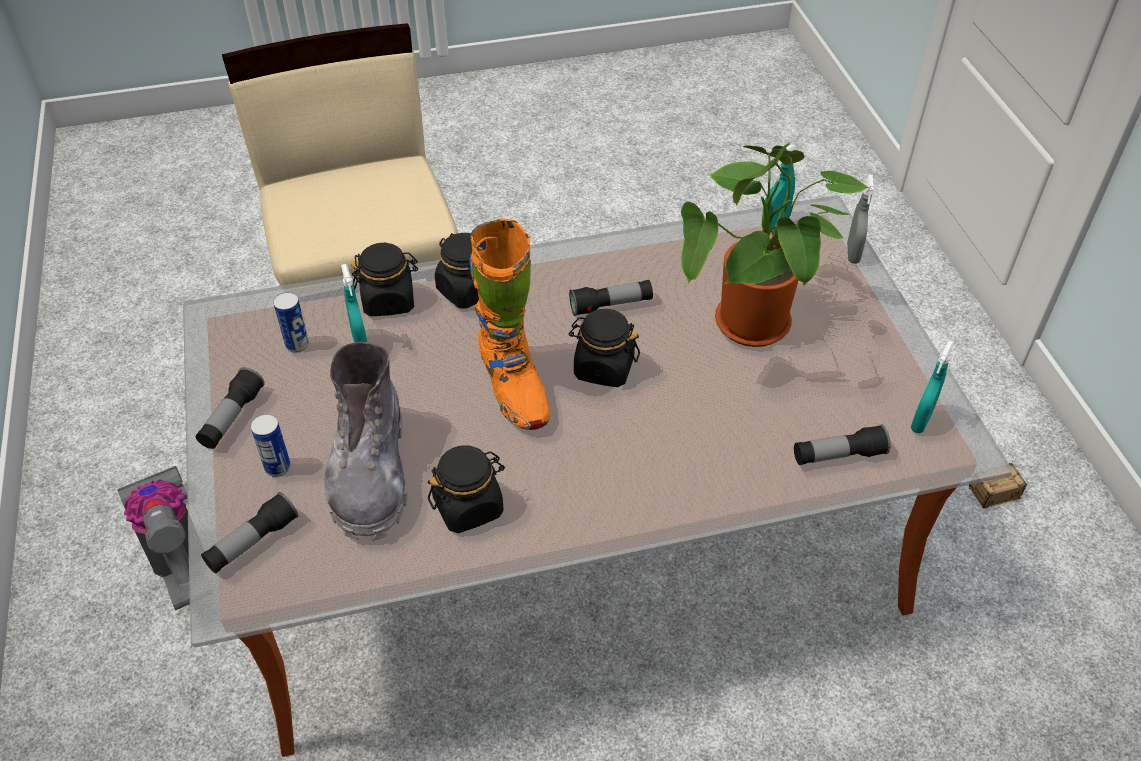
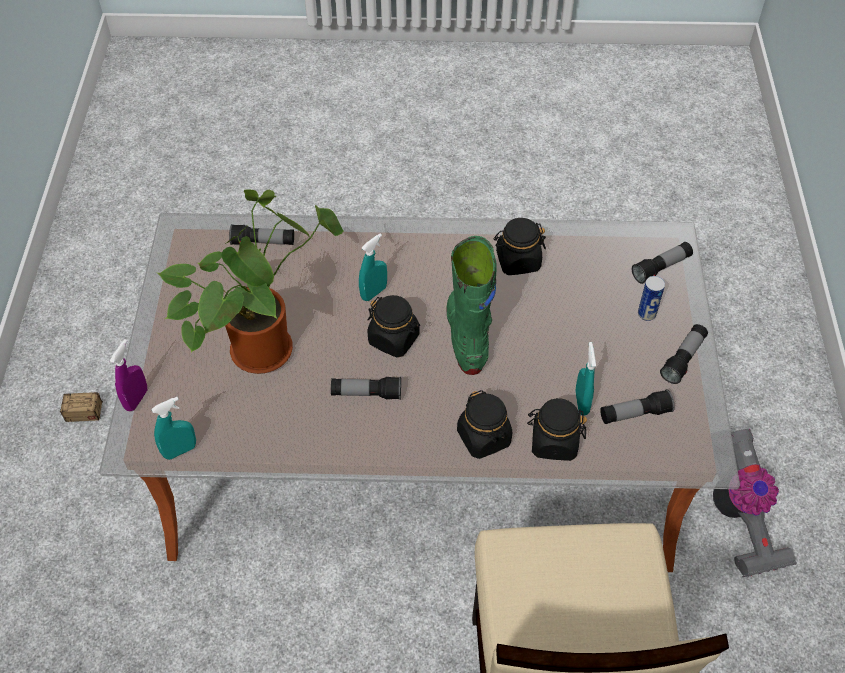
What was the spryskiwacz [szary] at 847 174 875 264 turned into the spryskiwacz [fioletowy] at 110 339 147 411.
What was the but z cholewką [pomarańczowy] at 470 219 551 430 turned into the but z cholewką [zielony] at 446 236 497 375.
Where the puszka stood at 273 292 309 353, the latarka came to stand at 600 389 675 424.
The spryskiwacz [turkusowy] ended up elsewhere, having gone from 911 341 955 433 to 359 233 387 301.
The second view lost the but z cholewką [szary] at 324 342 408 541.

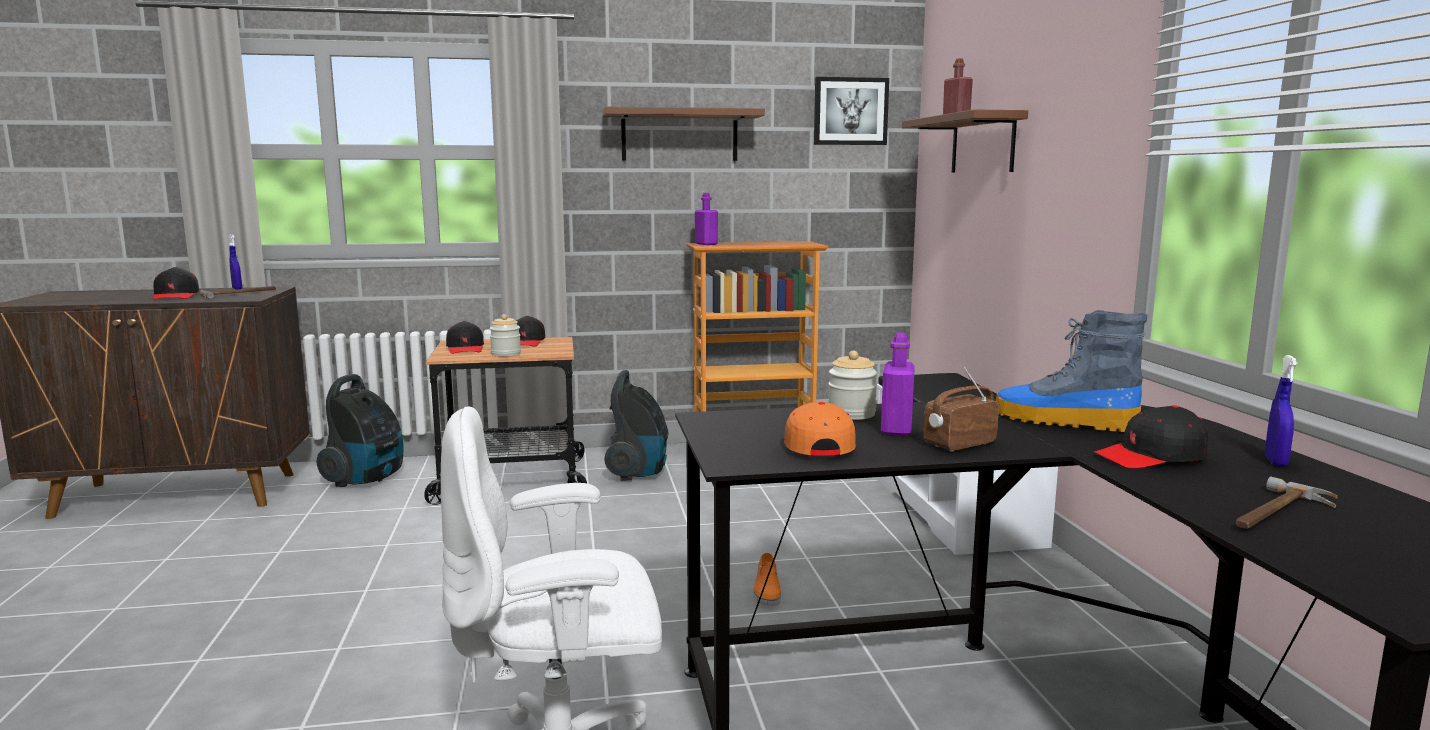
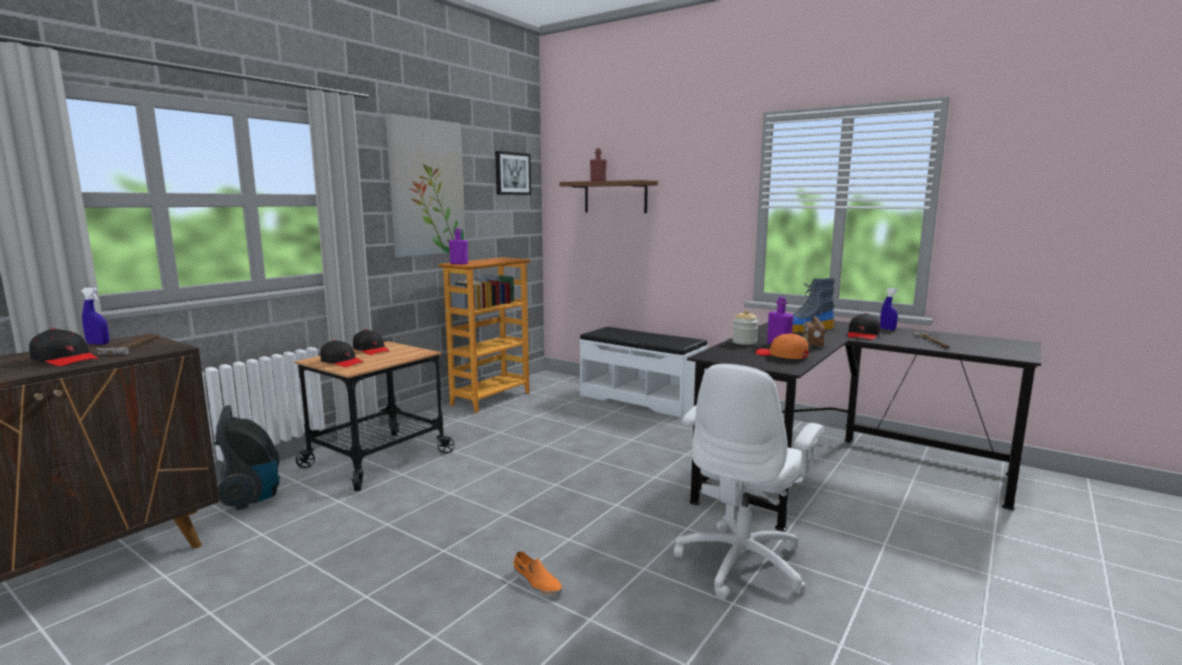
Where the półka [brązowy] hung at 602 106 765 161, the obraz came to hang at 385 114 466 257.
The second view lost the słoik at 489 314 521 357.
The second view lost the odkurzacz at 604 370 669 481.
The but [pomarańczowy] ended up elsewhere, having gone from 753 553 781 606 to 514 551 562 598.

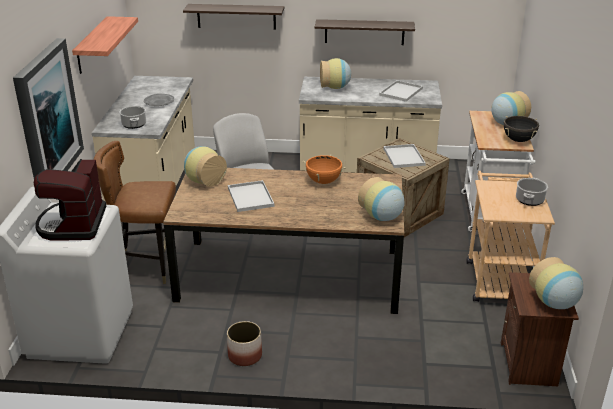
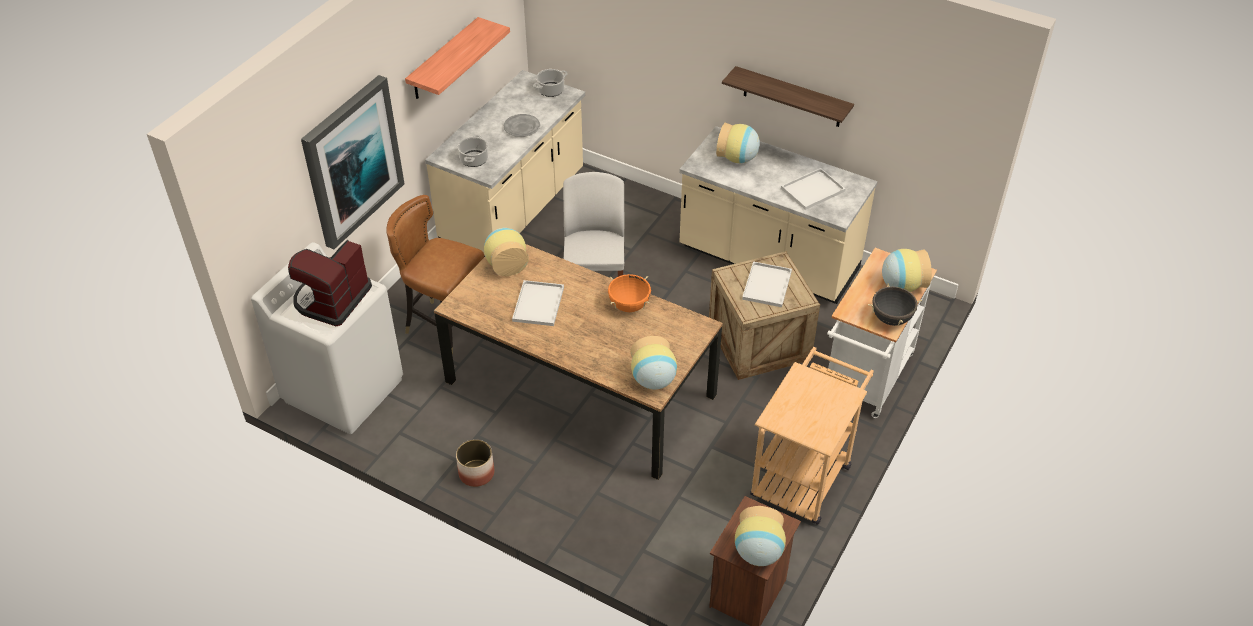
The second view lost the półka at 183 4 284 30.
The garnek ended up elsewhere, having gone from 516 178 548 206 to 533 69 568 97.

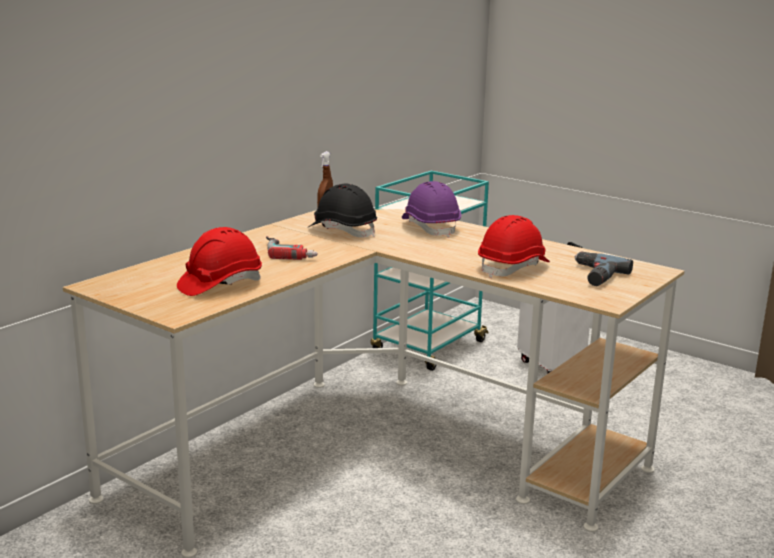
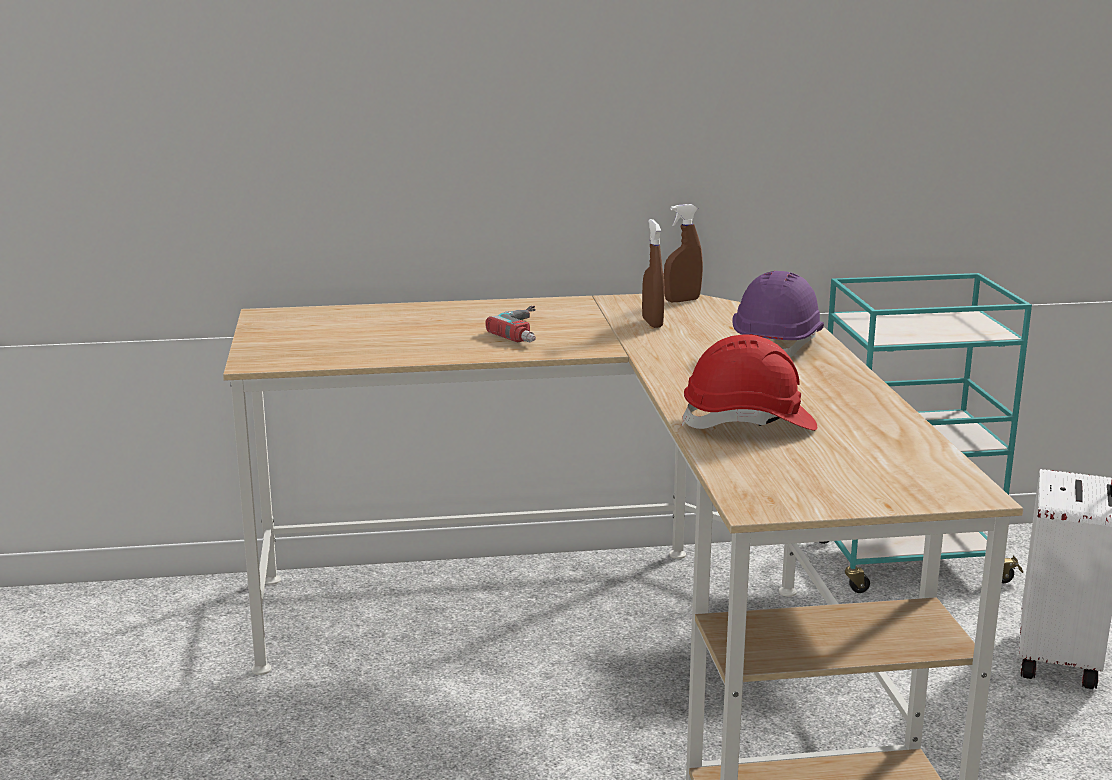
Where the kask [czarny] stood at 309 183 377 238, the spryskiwacz [brązowy] came to stand at 642 219 664 328.
The second view lost the kask [czerwony] at 177 227 262 296.
The second view lost the wiertarka at 575 252 633 286.

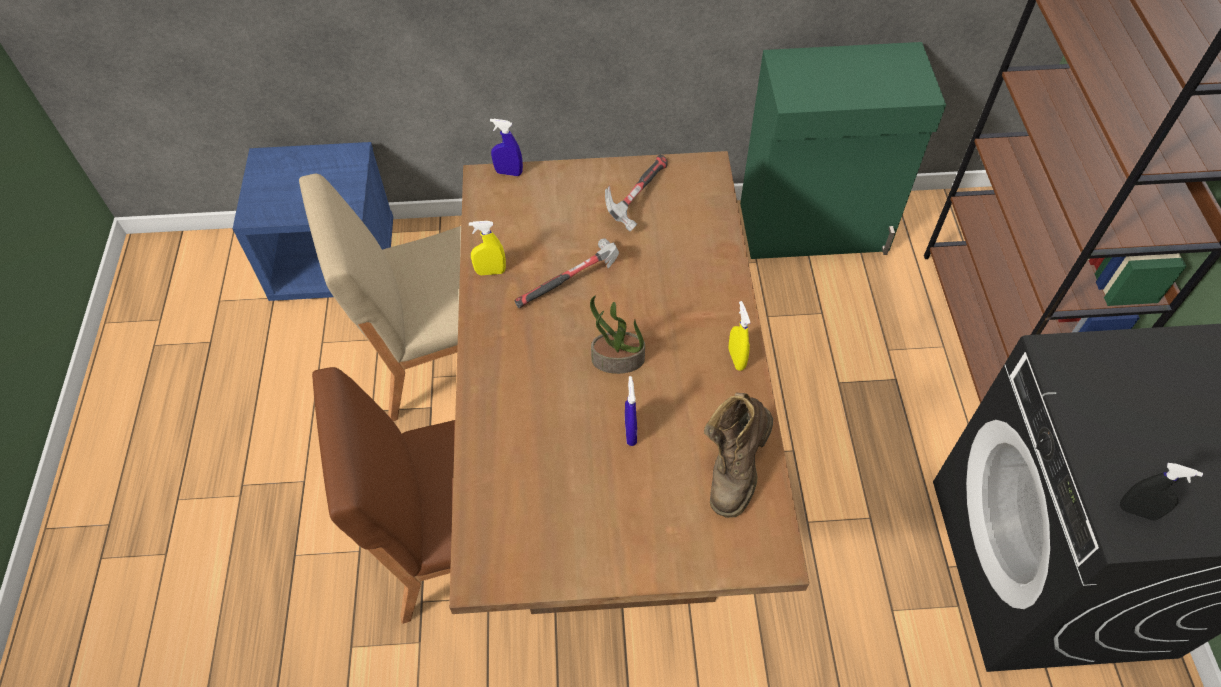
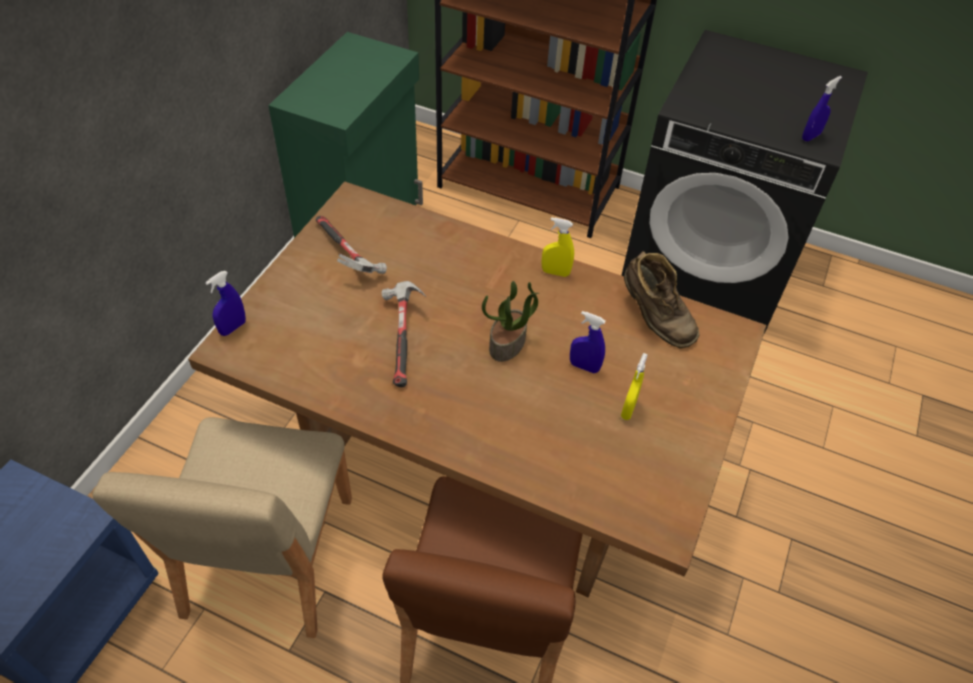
The spryskiwacz [żółty] ended up elsewhere, having gone from 469 221 506 275 to 621 353 648 420.
What was the spryskiwacz [czarny] at 1120 463 1203 521 turned into the spryskiwacz [niebieski] at 802 76 842 141.

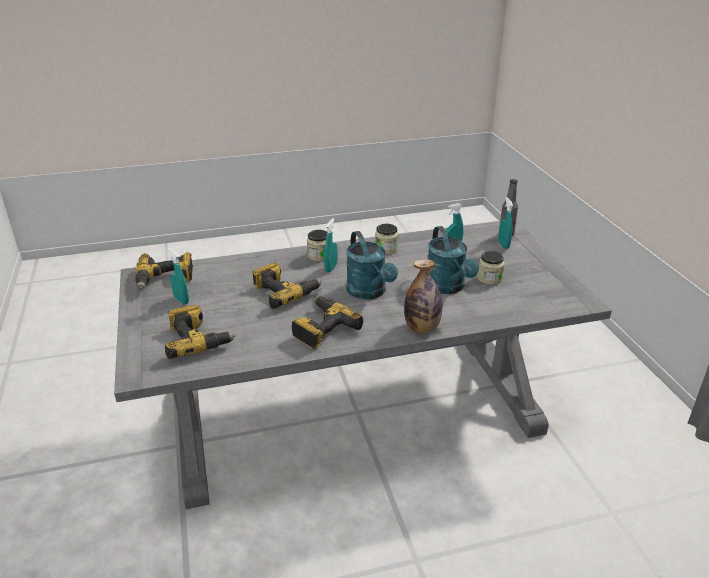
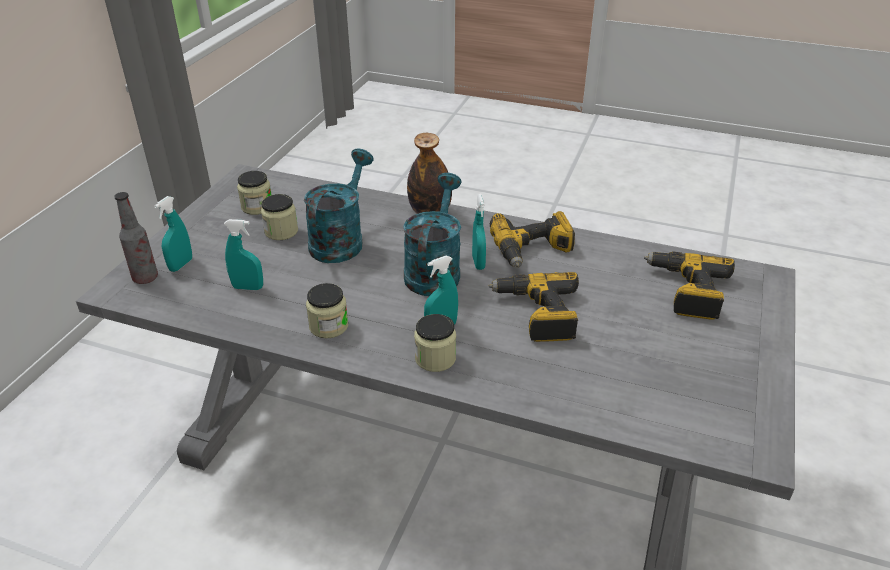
The spryskiwacz [turkusowy] ended up elsewhere, having gone from 168 248 189 305 to 472 194 486 270.
The second view lost the wiertarka at 135 252 193 290.
The second view gained the słoik at 237 171 271 215.

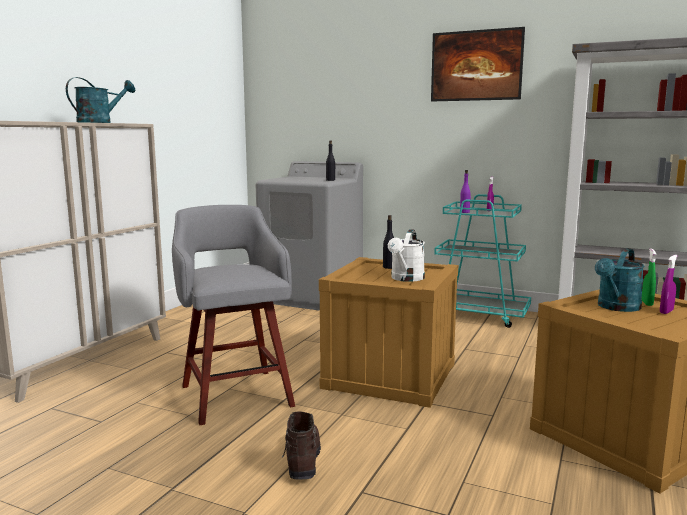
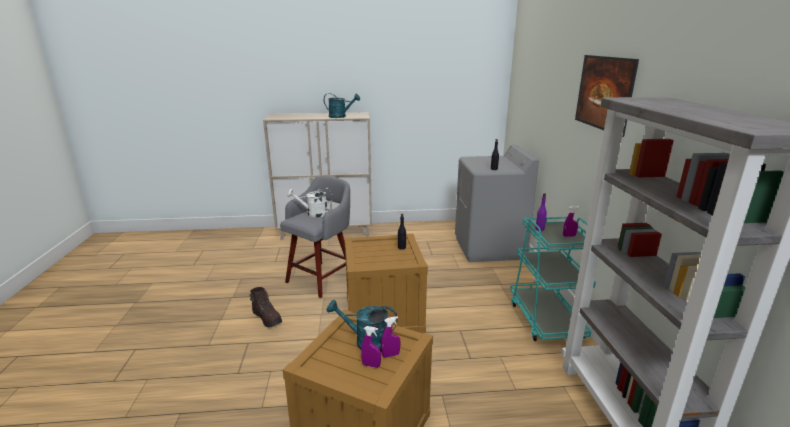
The konewka [biały] ended up elsewhere, having gone from 388 229 425 282 to 287 188 332 217.
What was the spryskiwacz [zielony] at 642 248 656 306 turned into the spryskiwacz [fioletowy] at 381 316 400 358.
The but z cholewką [brązowy] at 282 412 321 480 ended up facing another way, 75 degrees clockwise from before.

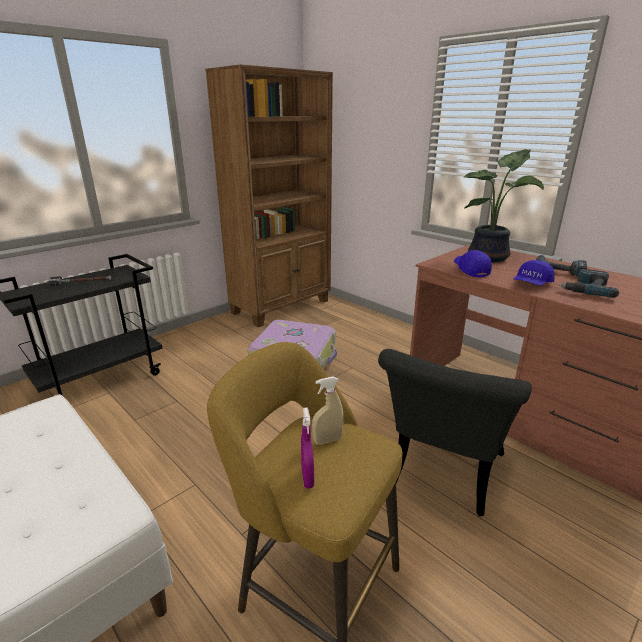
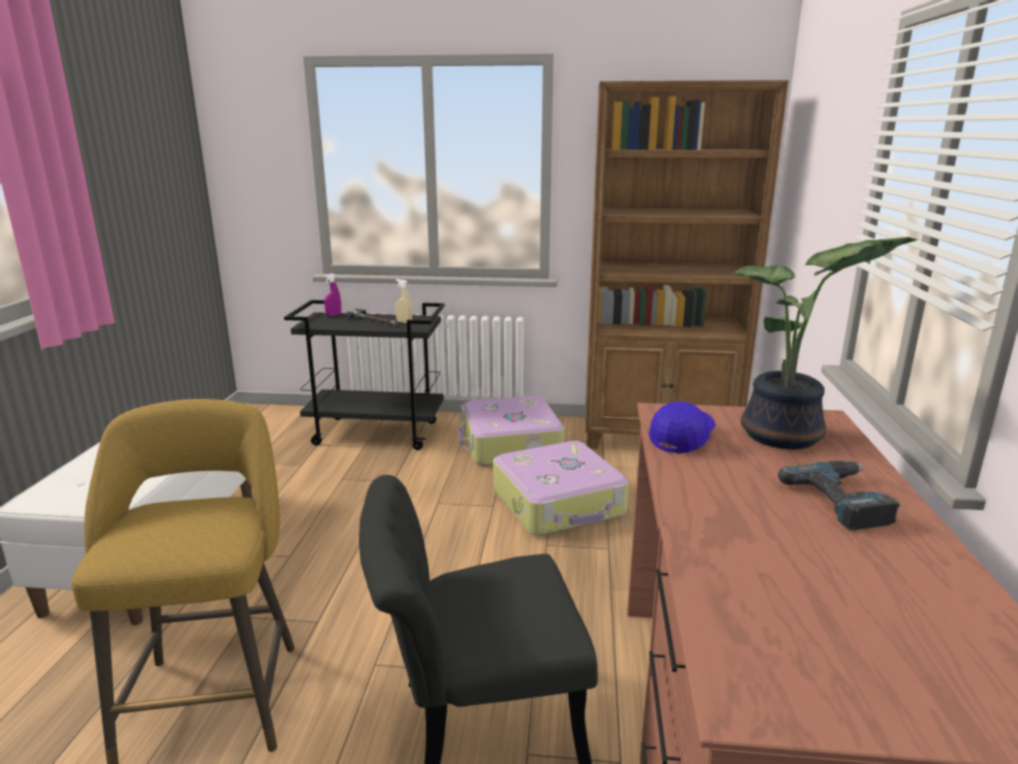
The second view lost the czapka z daszkiem [niebieski] at 514 260 555 286.
The second view lost the wiertarka at 559 269 619 298.
The spryskiwacz [beżowy] ended up elsewhere, having gone from 312 377 343 445 to 395 279 412 323.
The spryskiwacz [fioletowy] ended up elsewhere, having gone from 301 407 314 488 to 324 273 341 316.
The second view gained the walizka at 458 396 565 466.

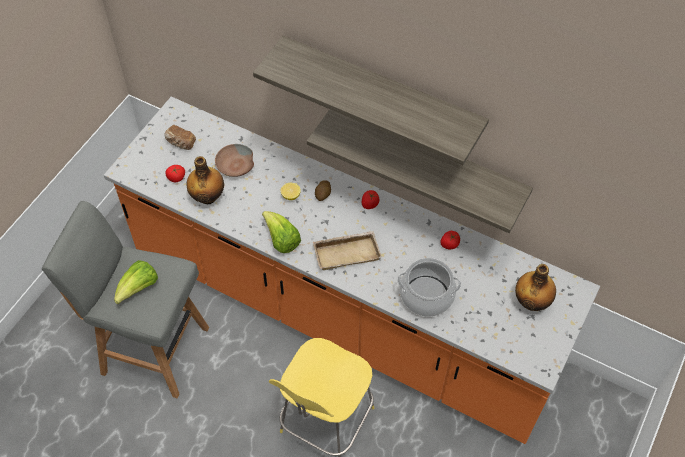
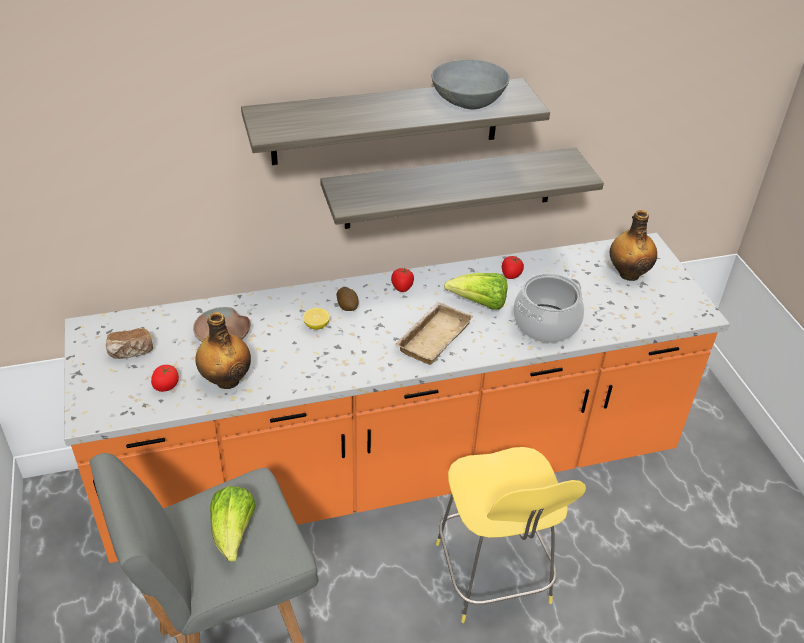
The sałata ended up elsewhere, having gone from 262 211 301 253 to 444 273 507 310.
The second view gained the miska [szary] at 432 60 510 109.

